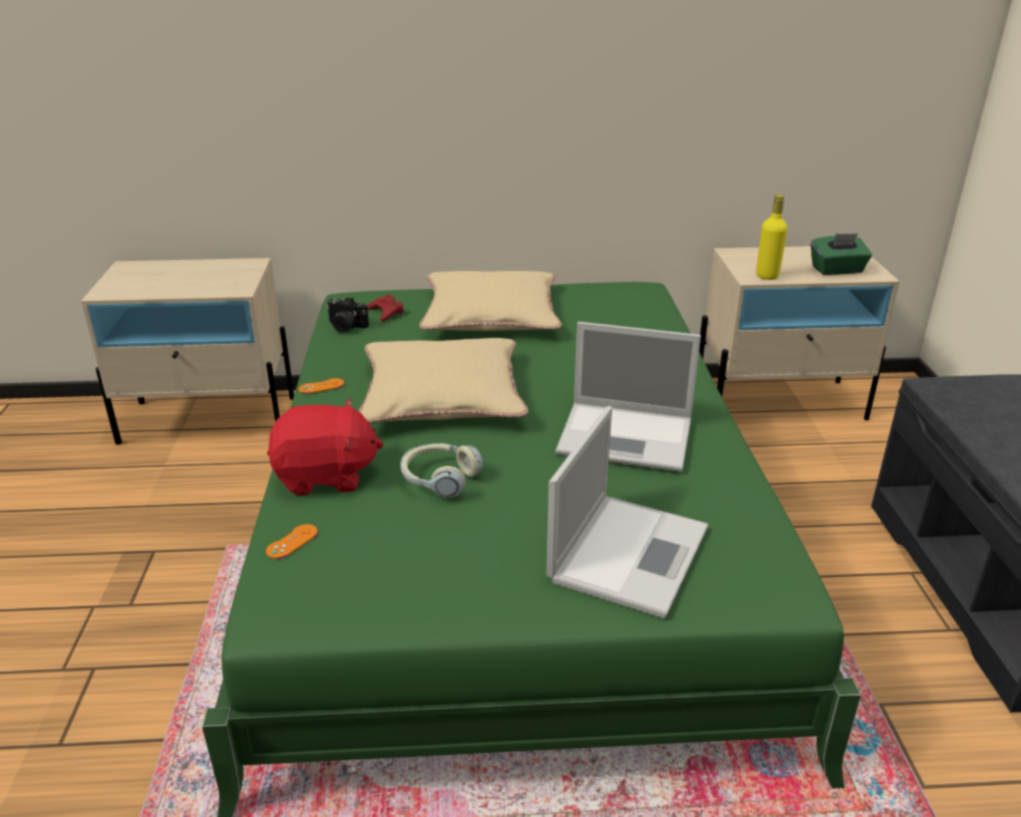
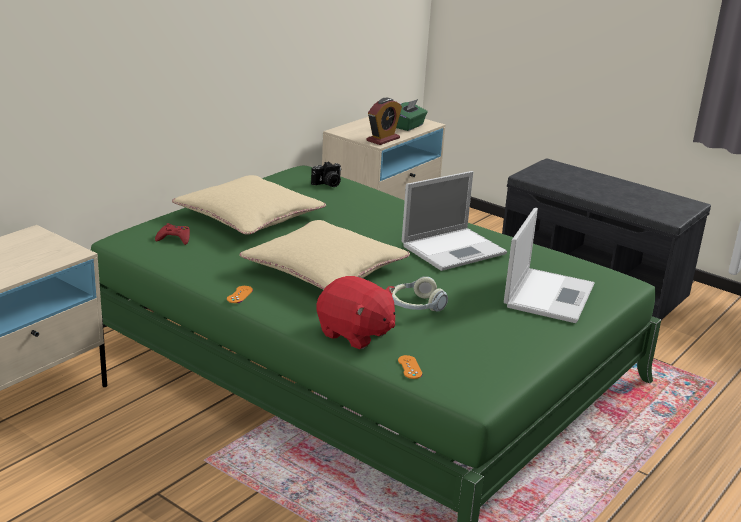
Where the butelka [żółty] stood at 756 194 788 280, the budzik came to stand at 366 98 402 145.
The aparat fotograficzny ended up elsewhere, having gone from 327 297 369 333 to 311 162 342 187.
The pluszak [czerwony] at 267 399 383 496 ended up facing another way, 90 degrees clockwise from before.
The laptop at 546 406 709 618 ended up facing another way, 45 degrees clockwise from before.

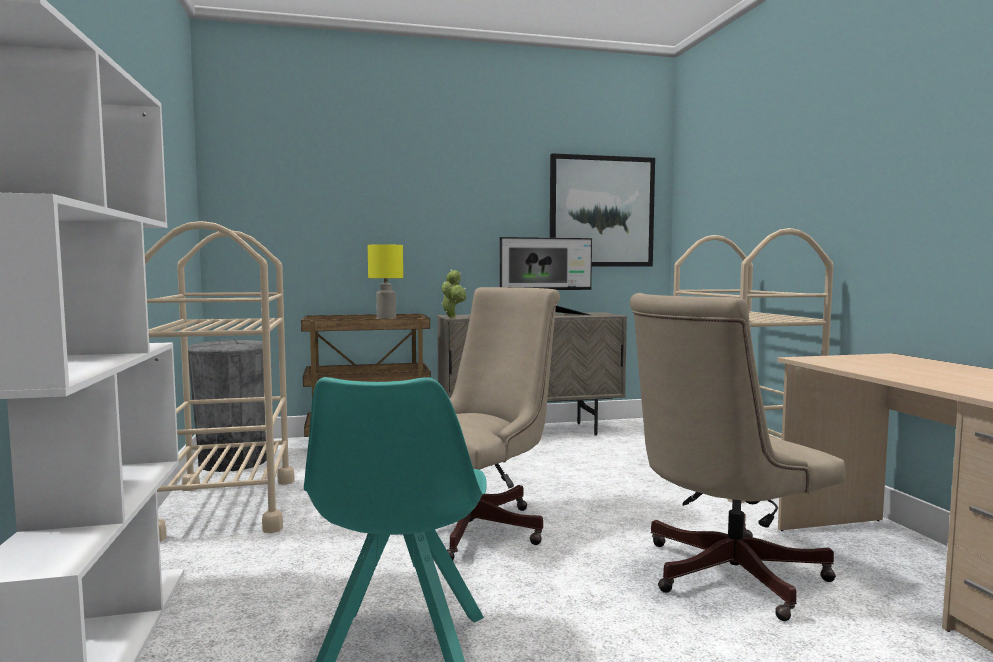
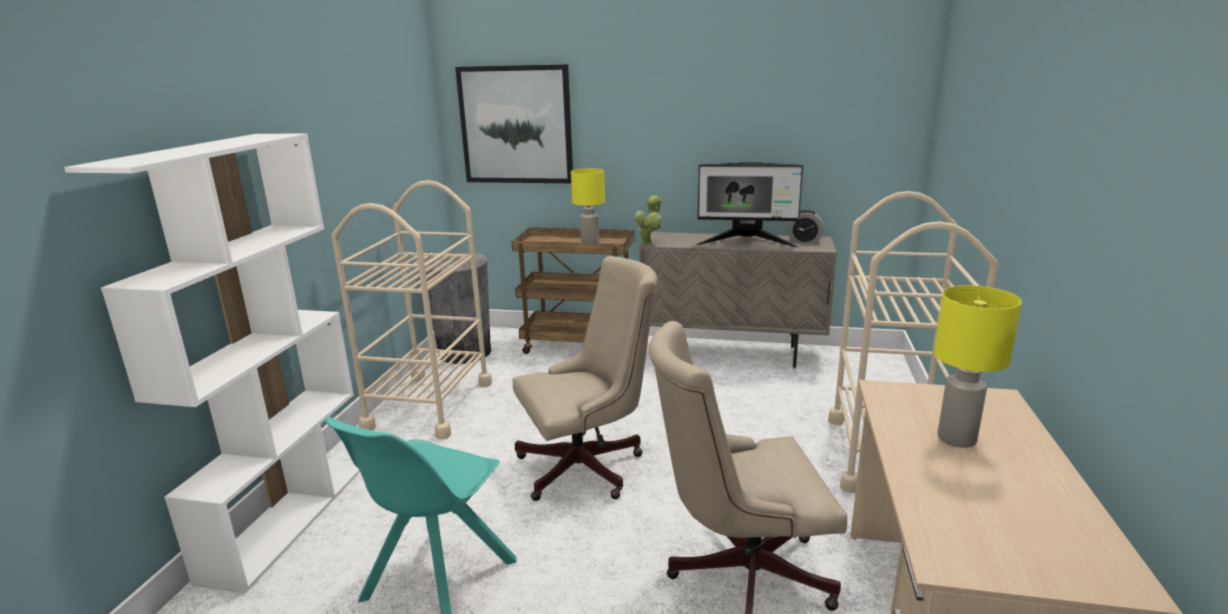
The obraz ended up elsewhere, having gone from 550 154 655 267 to 455 64 573 183.
The second view gained the budzik at 788 210 823 243.
The second view gained the lampa stołowa [żółty] at 934 285 1022 448.

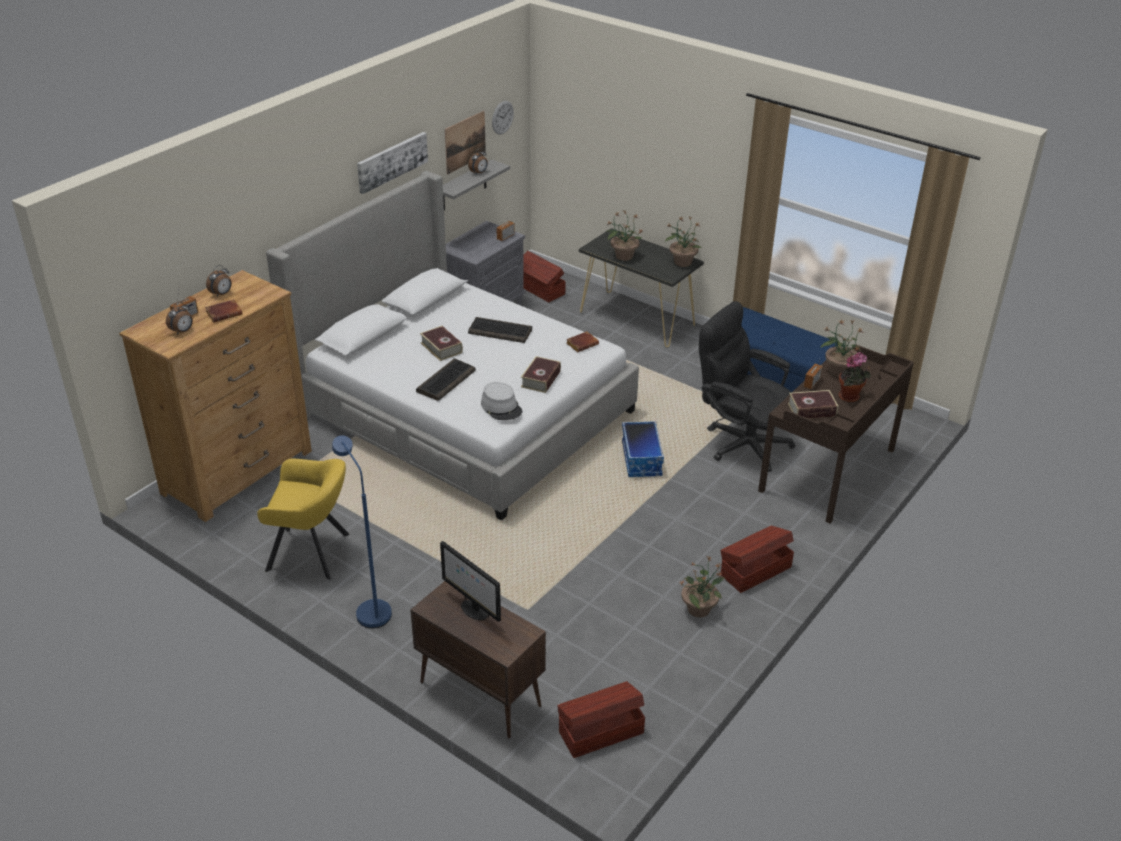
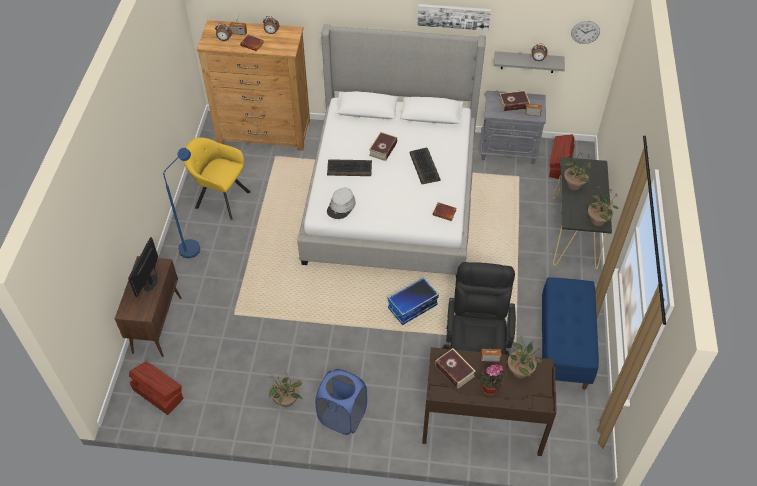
The second view lost the obraz at 445 111 486 174.
The książka ended up elsewhere, having gone from 521 356 561 393 to 498 90 530 112.
The fotel [żółty] at 257 459 349 580 ended up facing another way, 135 degrees clockwise from before.
Where the pojemnik do przechowywania [brązowy] stood at 720 526 794 593, the kosz na pranie [niebieski] came to stand at 315 369 367 435.

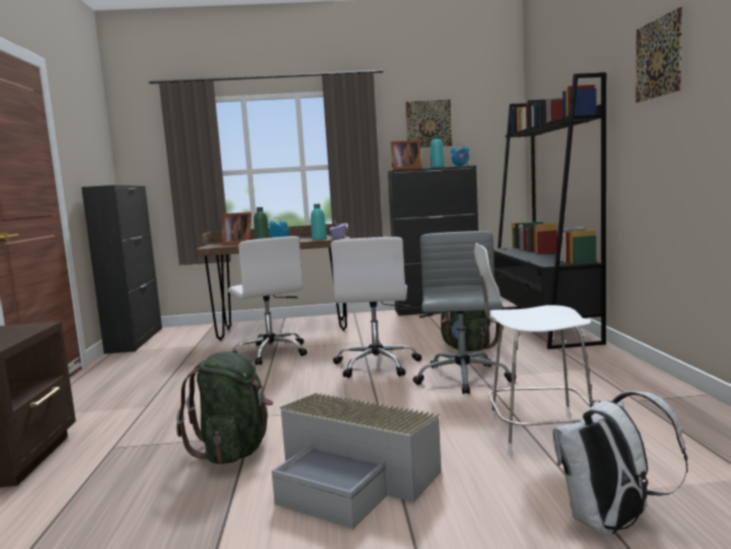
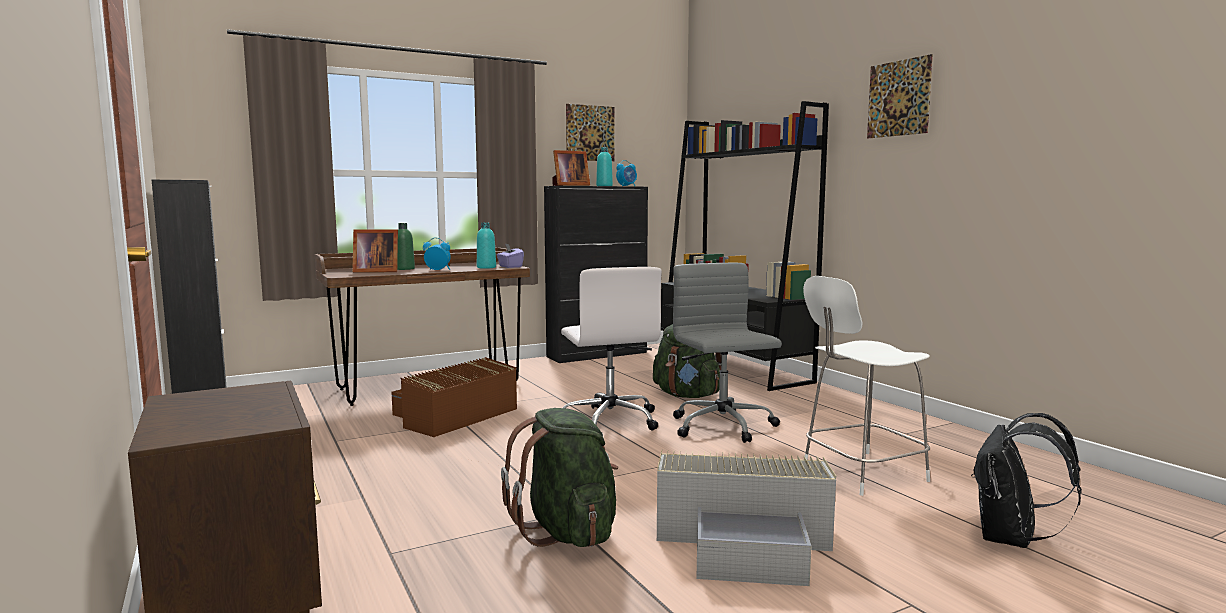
Where the krzesło biurowe [biały] stood at 228 236 307 365, the pojemnik do przechowywania [brązowy] came to stand at 391 357 517 437.
What was the plecak [biały] at 553 391 688 536 turned into the plecak [czarny] at 971 413 1082 548.

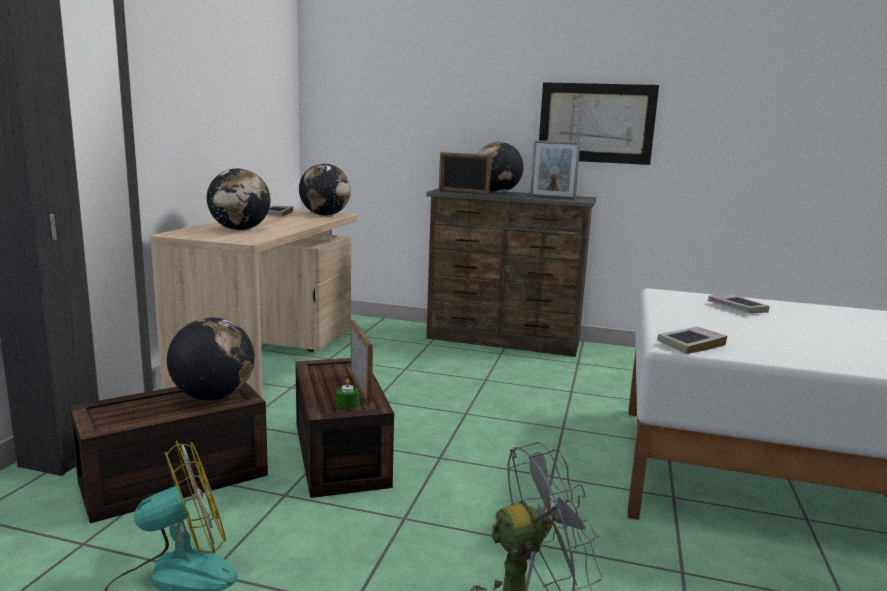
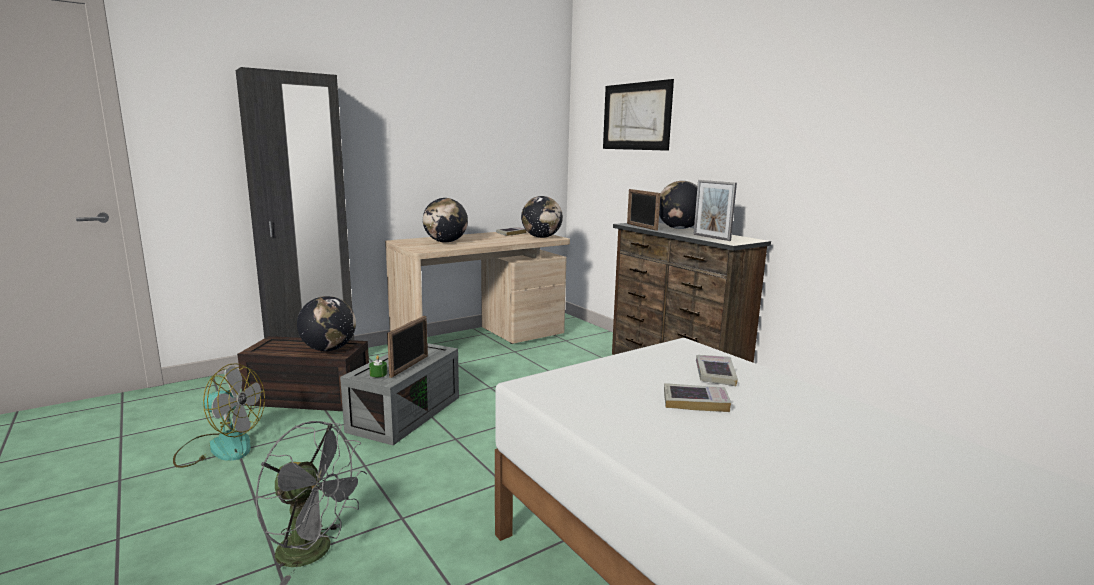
The obraz ended up elsewhere, having gone from 539 82 659 165 to 603 79 674 151.
The książka ended up elsewhere, having gone from 657 327 727 354 to 664 383 731 412.
What was the pojemnik do przechowywania [brązowy] at 295 358 394 498 turned into the pojemnik do przechowywania [szary] at 340 343 459 445.

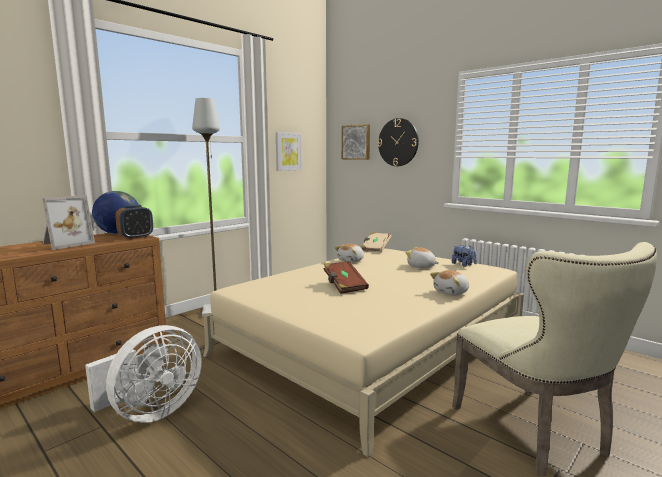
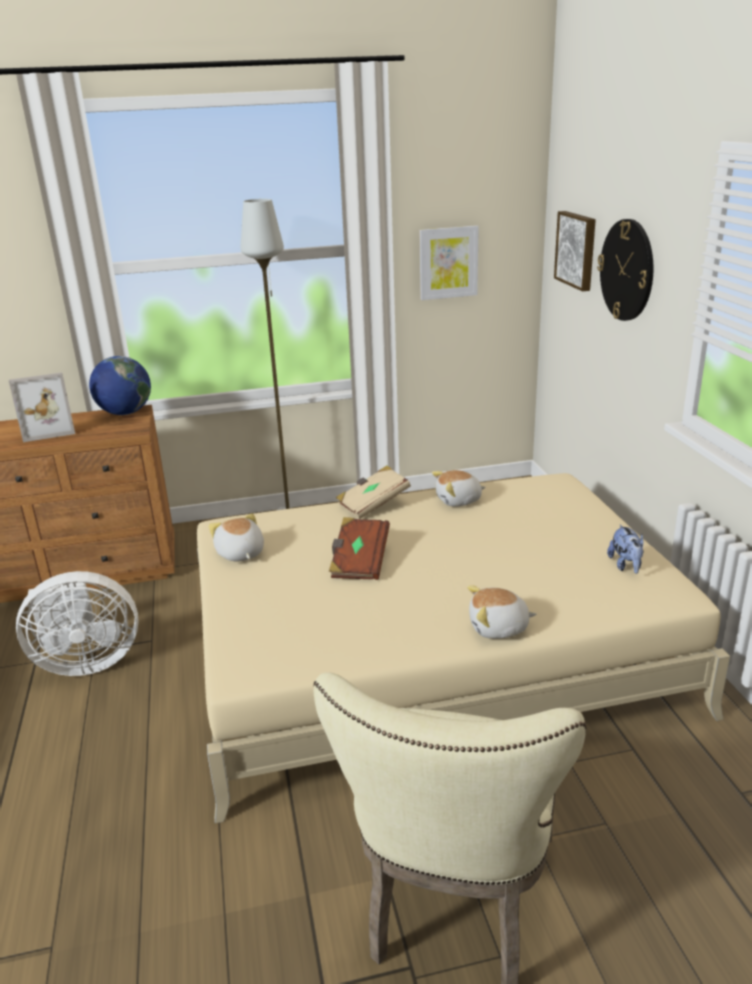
The second view lost the budzik at 115 205 153 240.
The książka [beżowy] ended up elsewhere, having gone from 361 232 392 252 to 336 465 411 519.
The pluszak ended up elsewhere, having gone from 405 247 439 268 to 209 513 264 561.

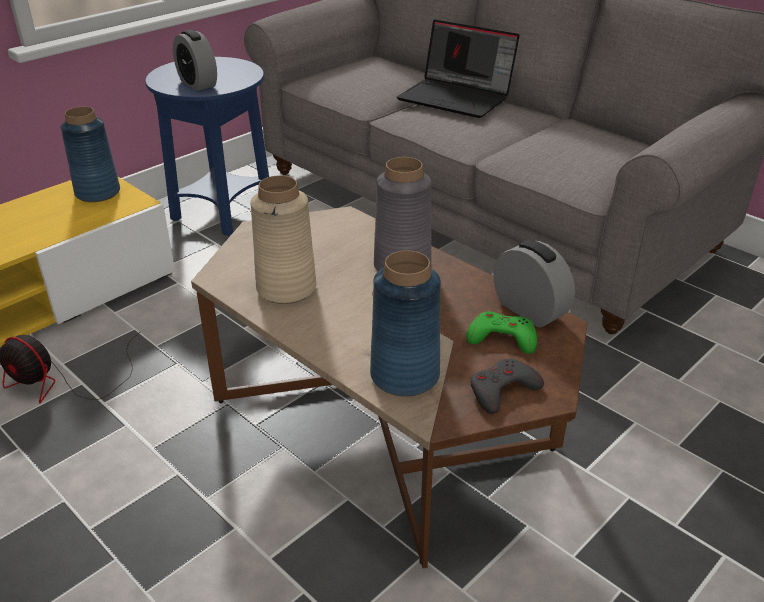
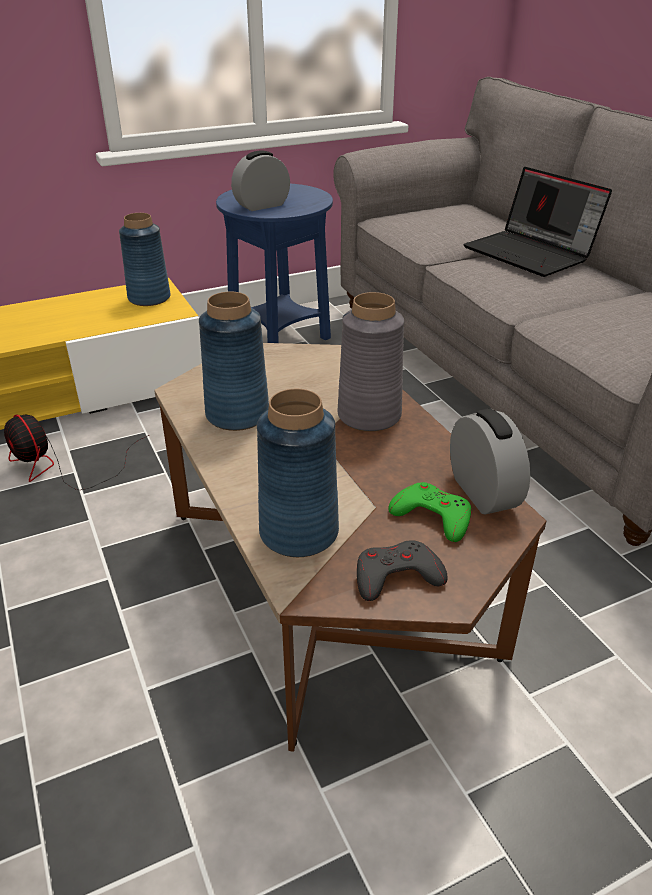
The budzik at 173 30 217 91 ended up facing another way, 75 degrees clockwise from before.
What was the wazon [beżowy] at 250 176 316 304 turned into the wazon [niebieski] at 199 292 269 431.

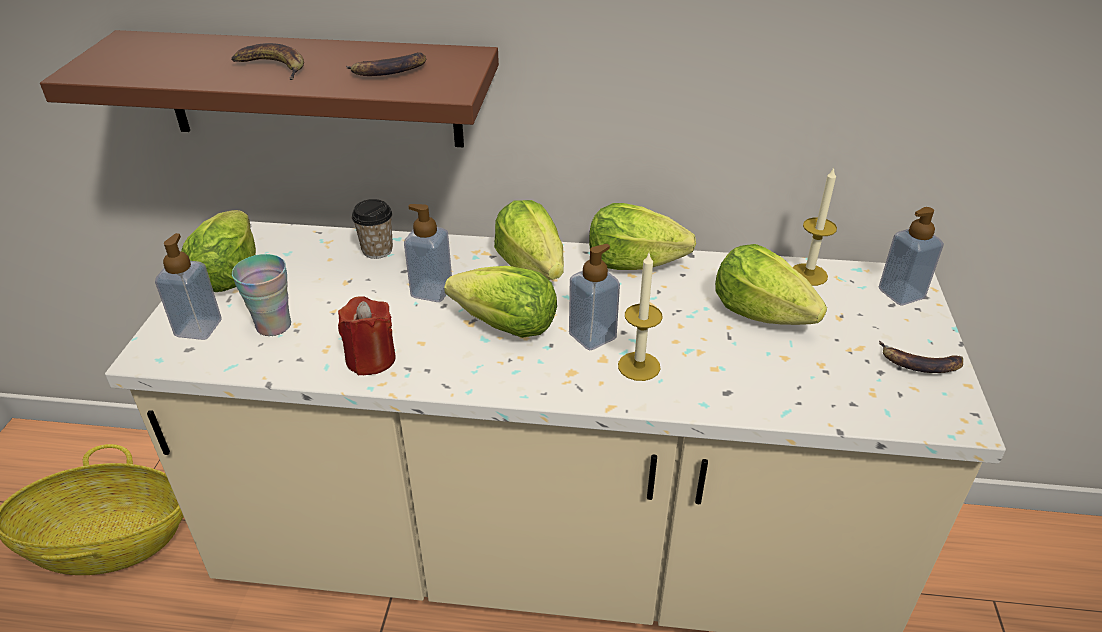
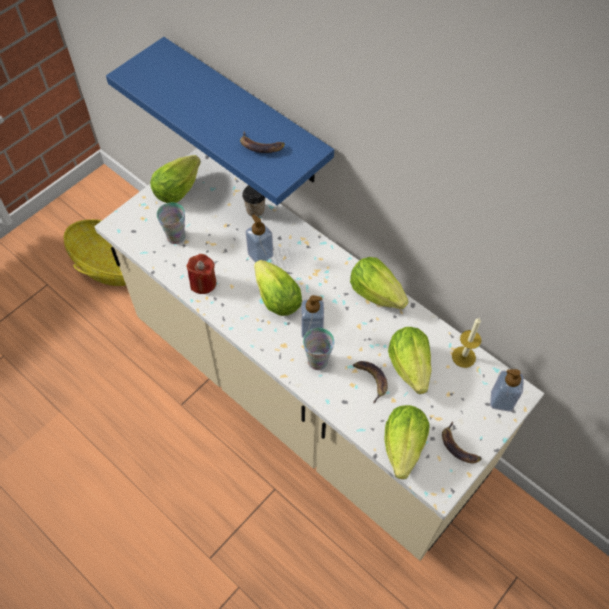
What was the półka [brązowy] at 40 30 499 147 turned into the półka [niebieski] at 106 37 334 205.
The banan ended up elsewhere, having gone from 231 43 304 80 to 353 361 388 403.
The sałata ended up elsewhere, having gone from 494 200 564 280 to 384 405 430 479.
The second view lost the dozownik mydła at 155 233 222 340.
Where the świeca stood at 618 253 663 381, the filiżanka came to stand at 303 328 334 370.

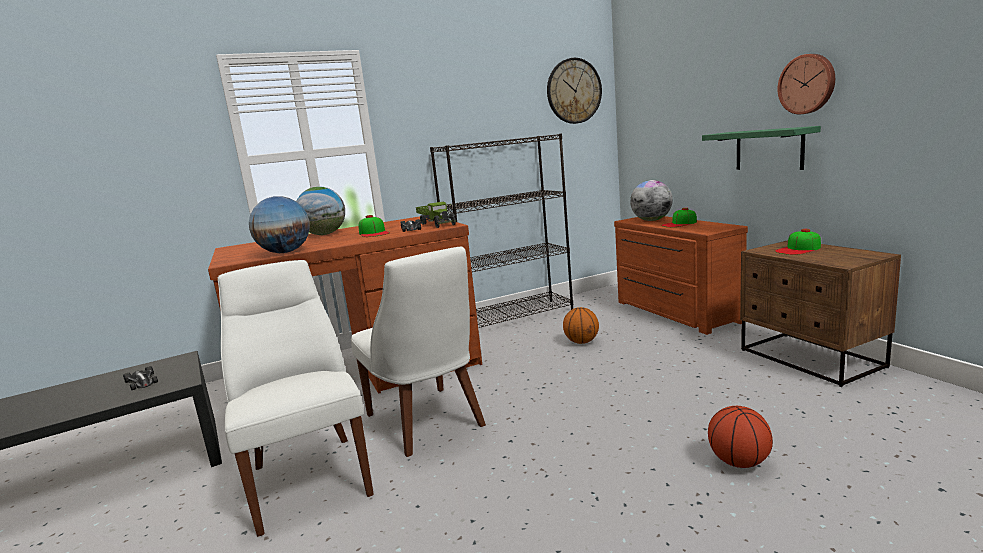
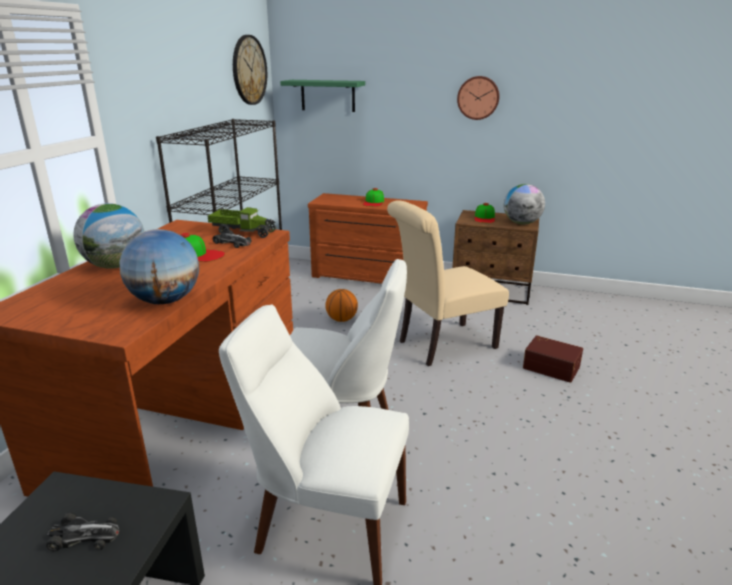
The półka [zielony] ended up elsewhere, having gone from 702 126 821 170 to 280 80 365 112.
The globus ended up elsewhere, having gone from 630 180 673 221 to 504 184 545 225.
Where the piłka do koszykówki stood at 708 406 773 468, the pojemnik do przechowywania [brązowy] came to stand at 523 335 583 383.
The second view gained the krzesło [beżowy] at 387 200 509 366.

